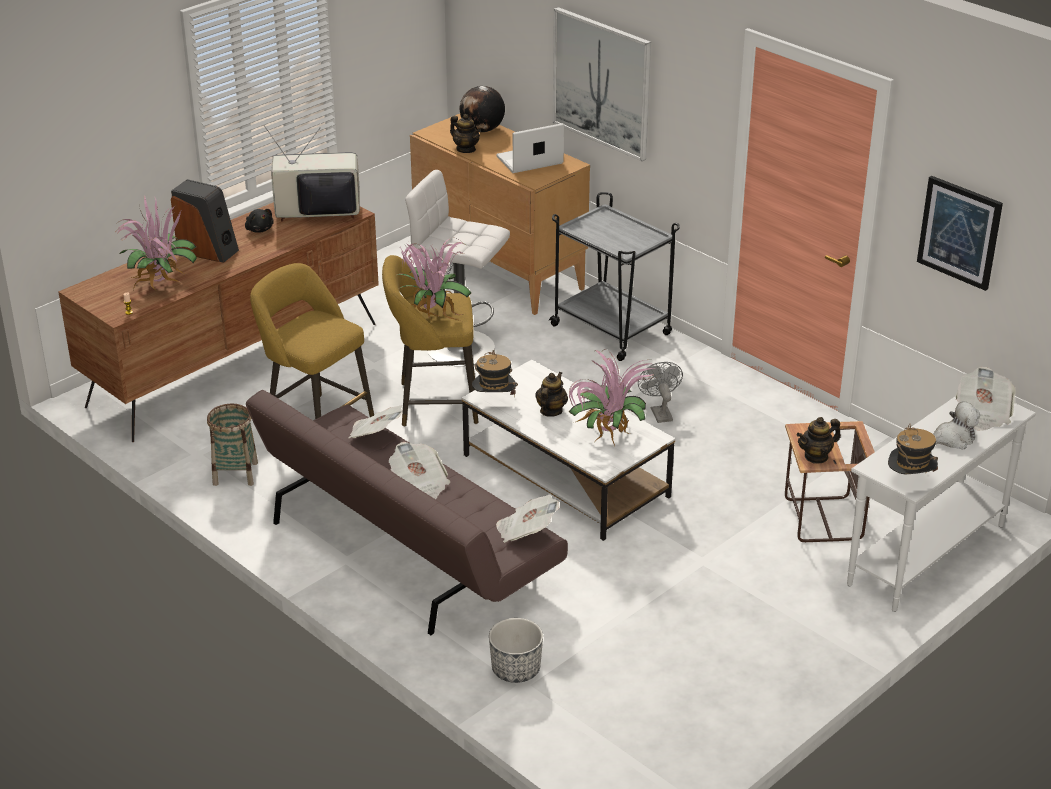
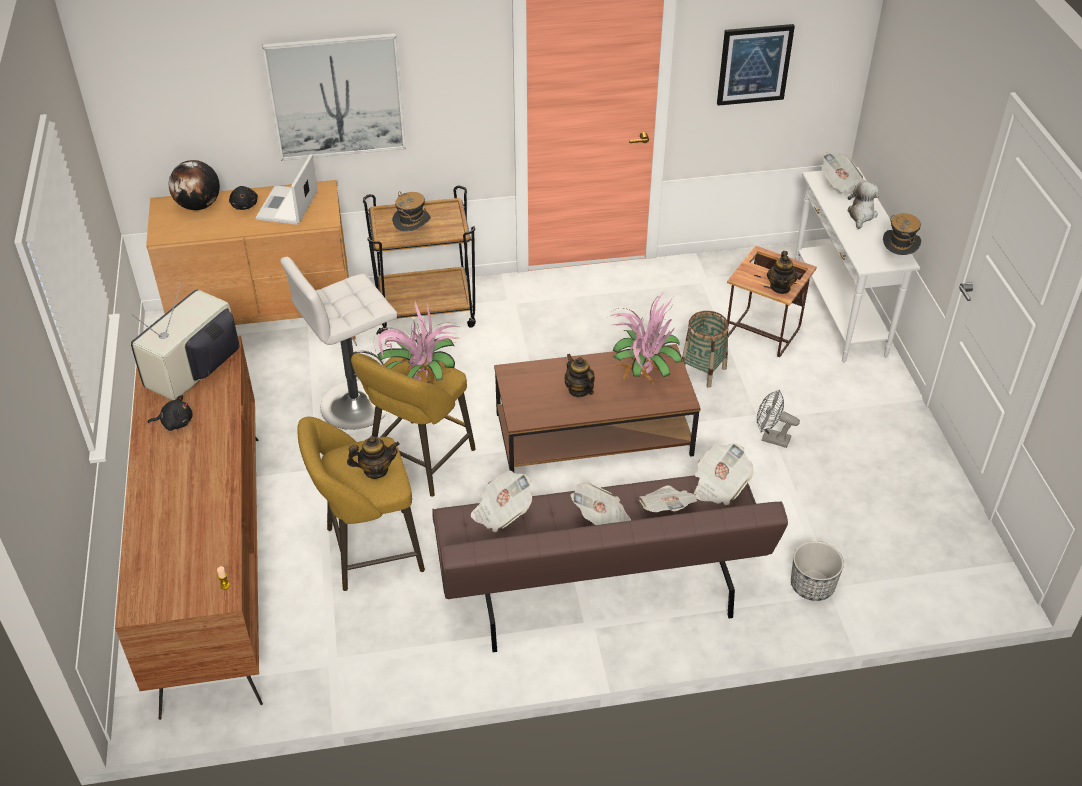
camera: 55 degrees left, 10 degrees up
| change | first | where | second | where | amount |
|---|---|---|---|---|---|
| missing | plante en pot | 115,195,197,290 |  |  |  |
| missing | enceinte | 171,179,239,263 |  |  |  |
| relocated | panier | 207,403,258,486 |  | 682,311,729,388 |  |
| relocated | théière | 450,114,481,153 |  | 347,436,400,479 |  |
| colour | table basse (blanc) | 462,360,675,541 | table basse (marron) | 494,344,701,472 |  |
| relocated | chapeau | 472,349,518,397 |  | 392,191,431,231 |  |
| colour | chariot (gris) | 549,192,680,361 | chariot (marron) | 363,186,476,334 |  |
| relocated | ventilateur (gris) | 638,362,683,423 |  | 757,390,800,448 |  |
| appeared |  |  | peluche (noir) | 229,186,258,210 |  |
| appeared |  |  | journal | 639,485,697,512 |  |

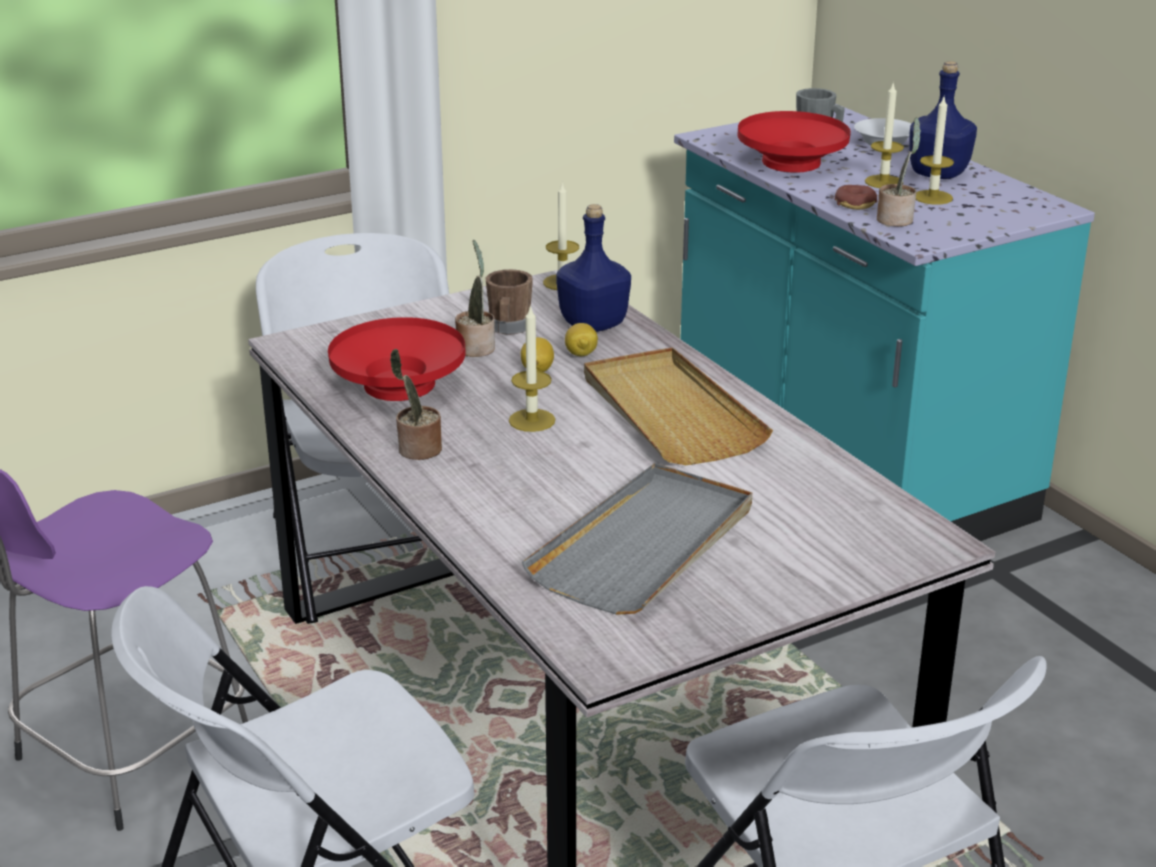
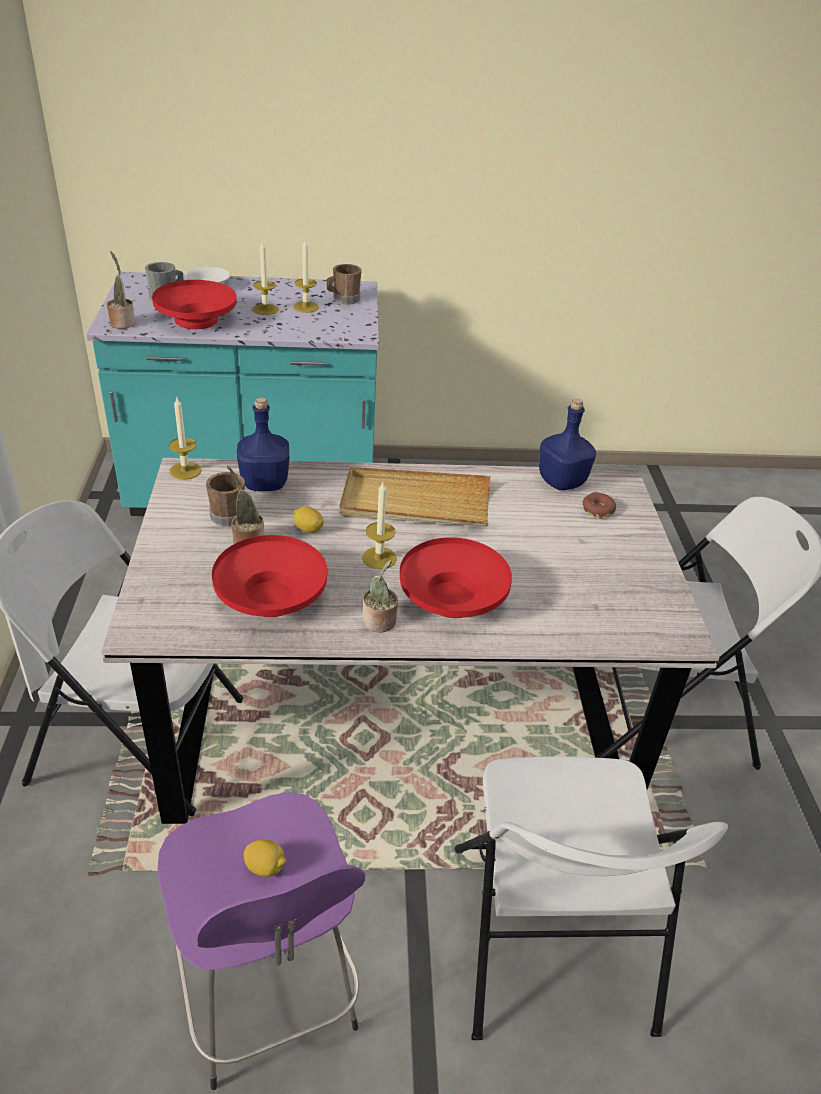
camera: 65 degrees left, 10 degrees up
| change | first | where | second | where | amount |
|---|---|---|---|---|---|
| missing | plateau (gris) | 522,463,752,615 |  |  |  |
| relocated | citron | 565,323,598,356 |  | 244,840,286,877 |  |
| relocated | beignet | 834,185,877,210 |  | 583,492,616,519 |  |
| relocated | plante en pot | 877,117,921,227 |  | 107,251,135,329 |  |
| relocated | bouteille (bleu) | 909,61,977,179 |  | 539,399,596,490 |  |
| appeared |  |  | mug (marron) | 327,264,362,304 |  |
| appeared |  |  | bol (rouge) | 400,537,512,618 |  |

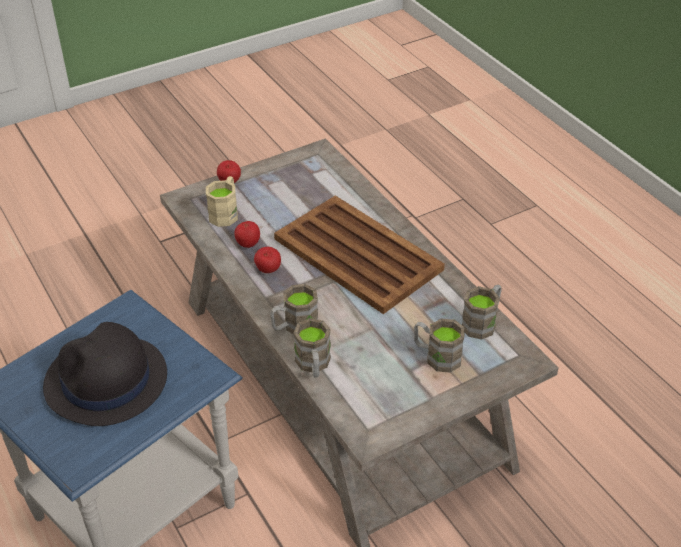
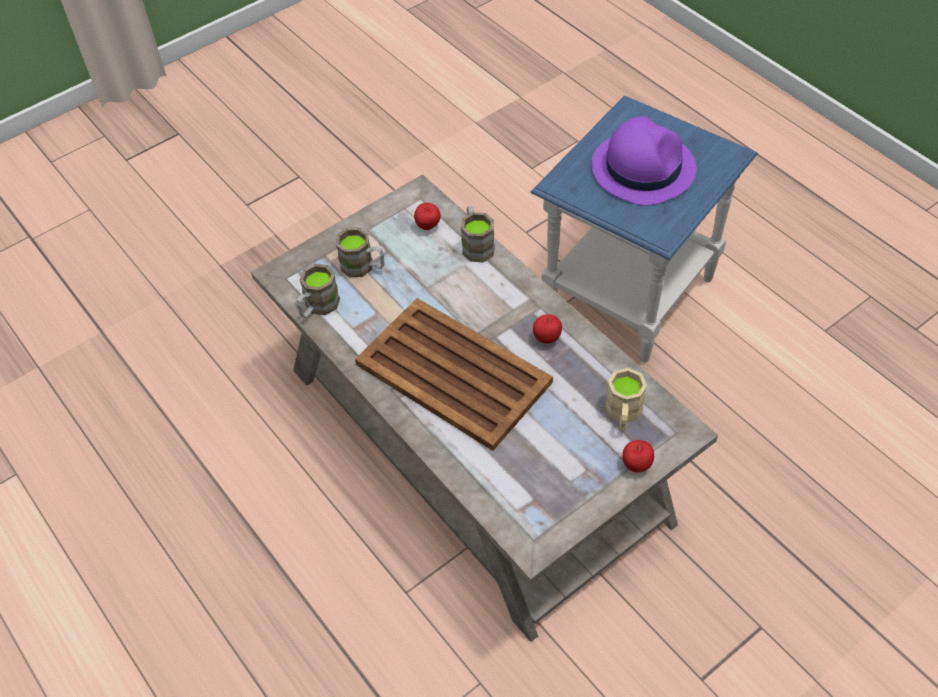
camera: 175 degrees right, 10 degrees up
| change | first | where | second | where | amount |
|---|---|---|---|---|---|
| colour | chapeau (noir) | 43,322,167,426 | chapeau (violet) | 591,116,697,206 |  |
| relocated | pomme | 234,221,260,248 |  | 414,203,441,230 |  |
| missing | mug (marron) | 270,284,318,334 |  |  |  |

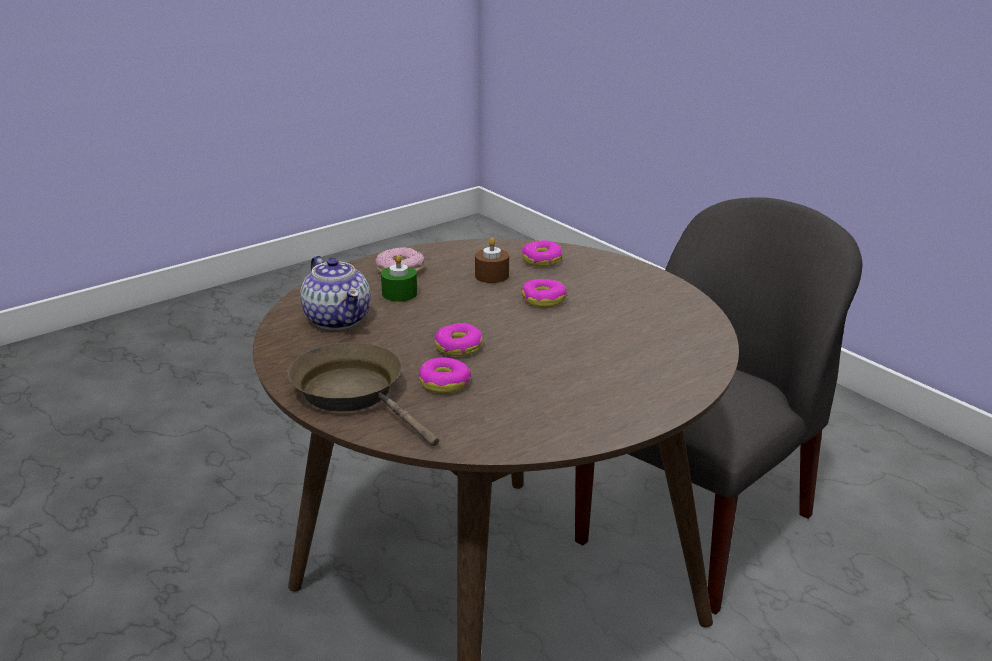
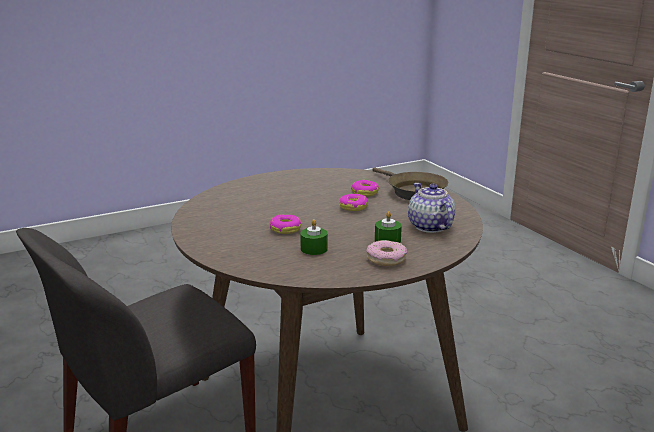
camera: 170 degrees left, 5 degrees down
| change | first | where | second | where | amount |
|---|---|---|---|---|---|
| colour | bougie (marron) | 475,238,509,283 | bougie (vert) | 300,219,328,255 |  |
| missing | beignet | 522,240,562,267 |  |  |  |

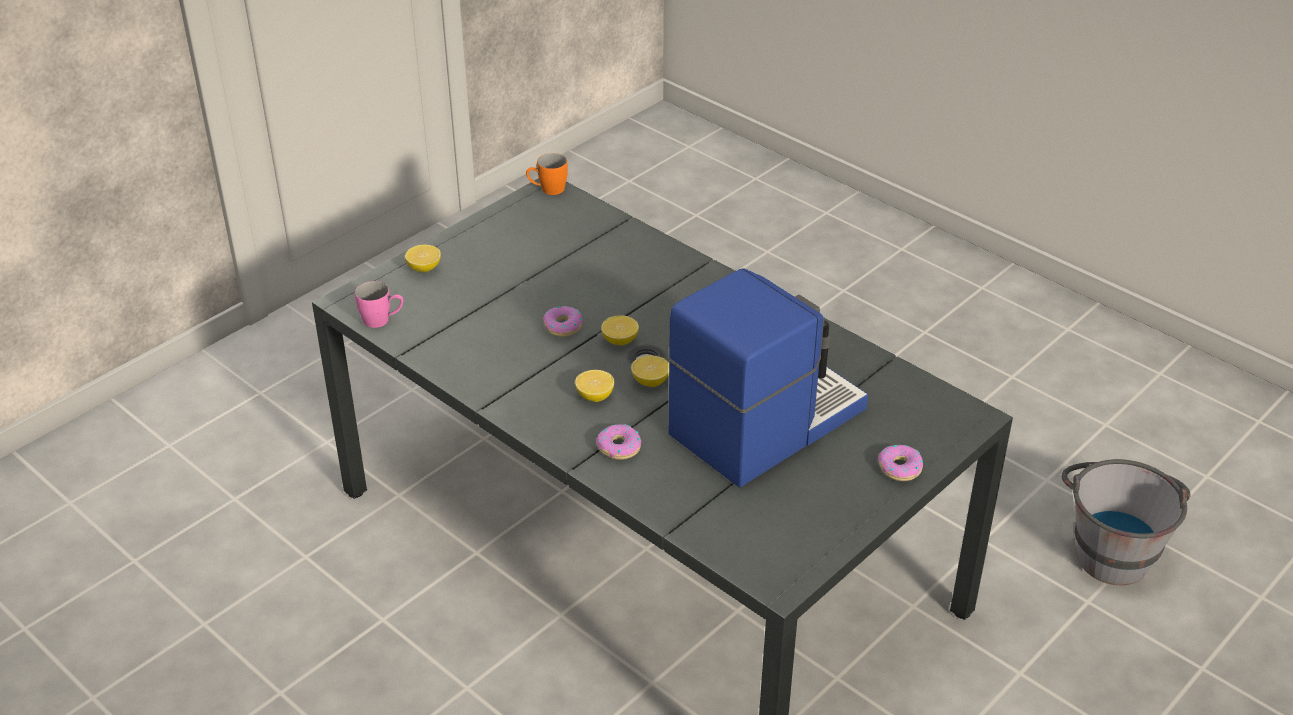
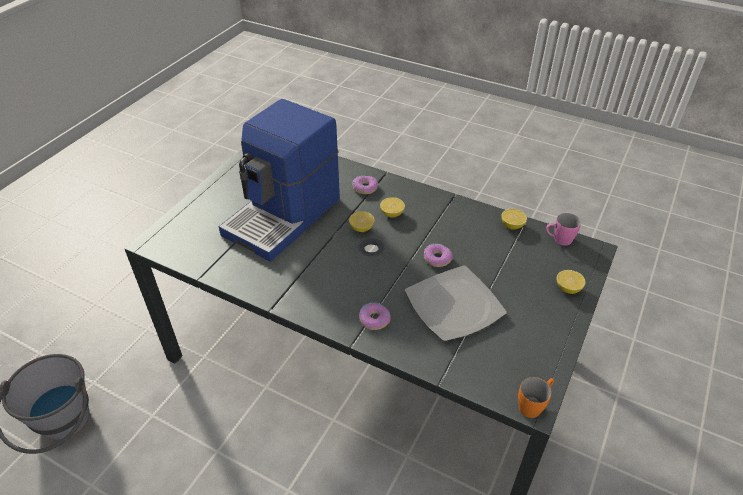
camera: 165 degrees right, 5 degrees up
| change | first | where | second | where | amount |
|---|---|---|---|---|---|
| relocated | citron | 601,315,639,345 |  | 501,209,527,230 |  |
| relocated | beignet | 878,445,923,481 |  | 359,303,391,330 |  |
| appeared |  |  | assiette | 405,265,507,342 |  |

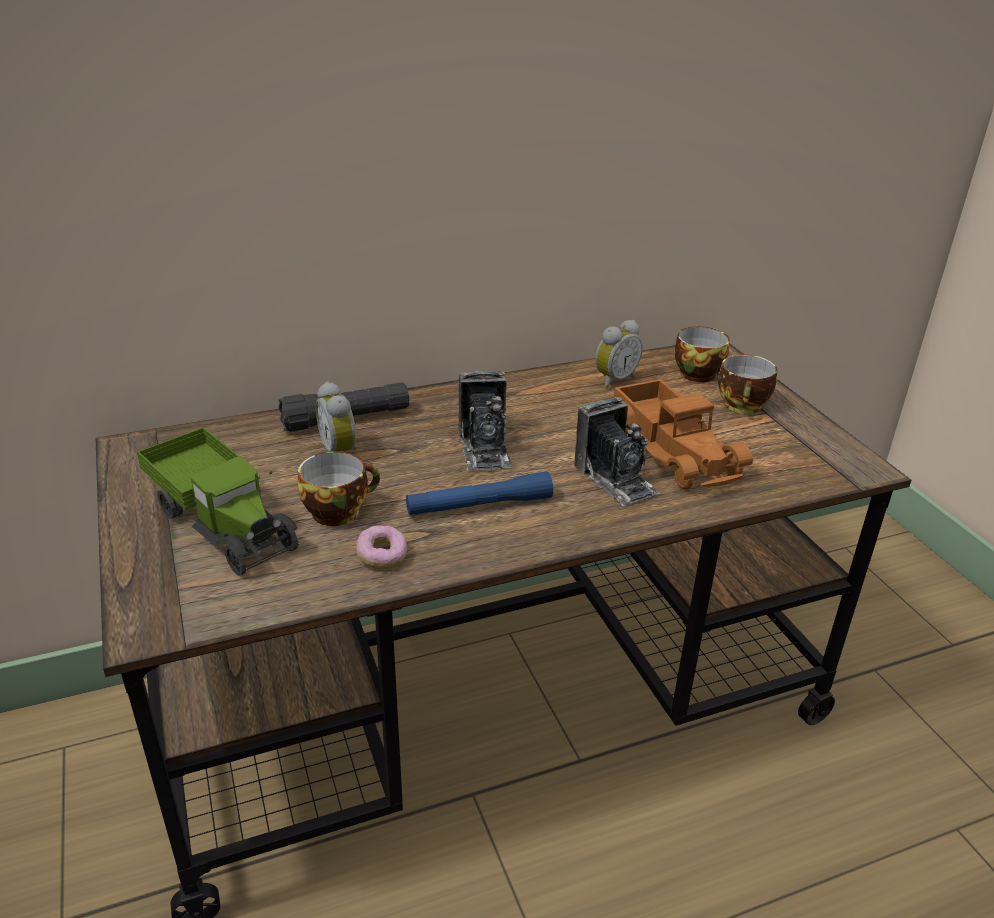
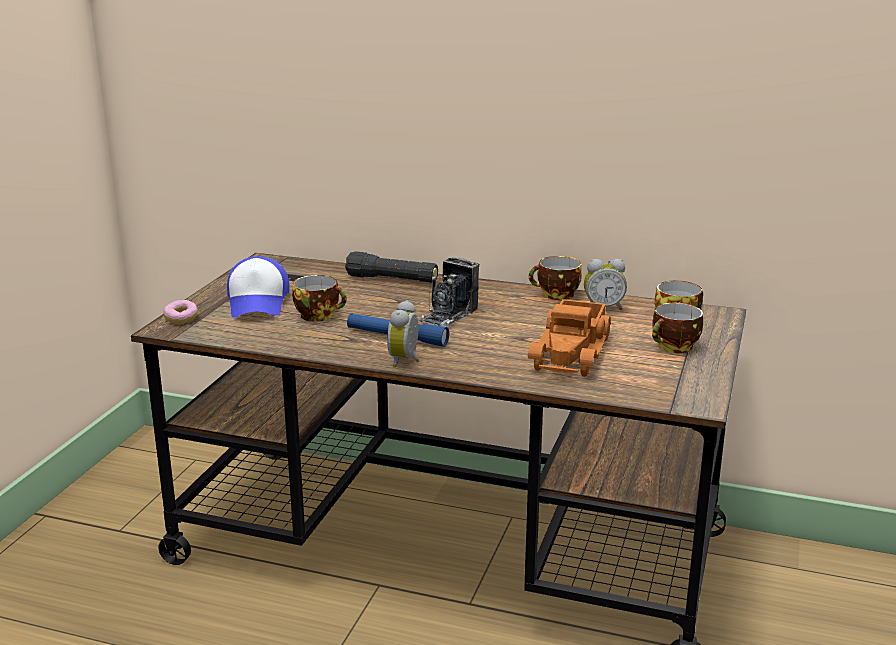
camera: 40 degrees right, 10 degrees down
| change | first | where | second | where | amount |
|---|---|---|---|---|---|
| exchanged | camion jouet | 137,427,299,576 | casquette | 227,256,290,318 |  |
| relocated | réveil | 316,382,357,452 |  | 387,300,419,368 |  |
| relocated | beignet | 356,526,407,569 |  | 164,300,198,324 |  |
| missing | appareil photo | 574,397,660,506 |  |  |  |
| appeared |  |  | tasse | 529,256,582,300 |  |

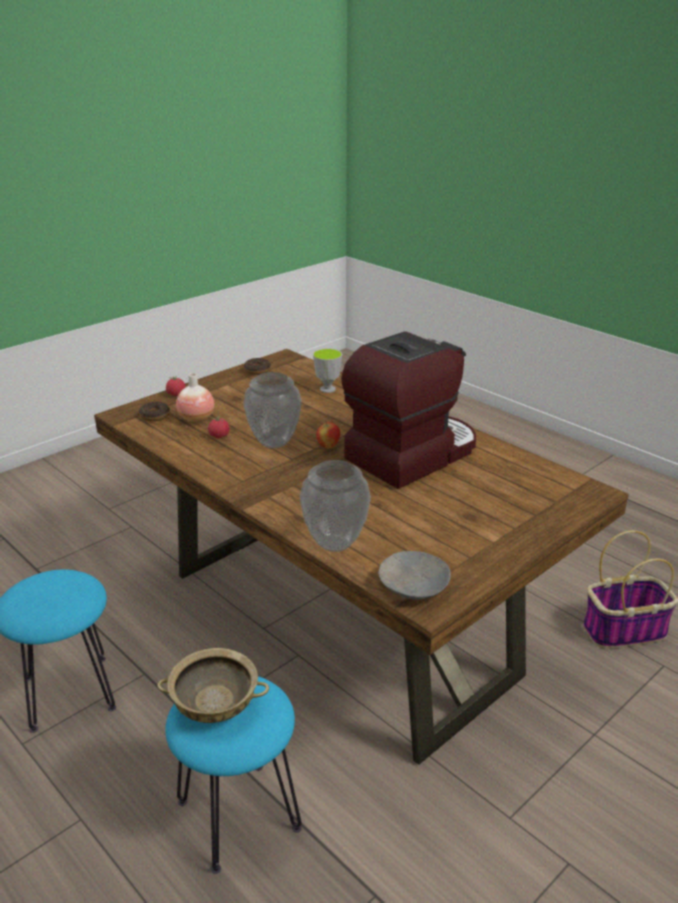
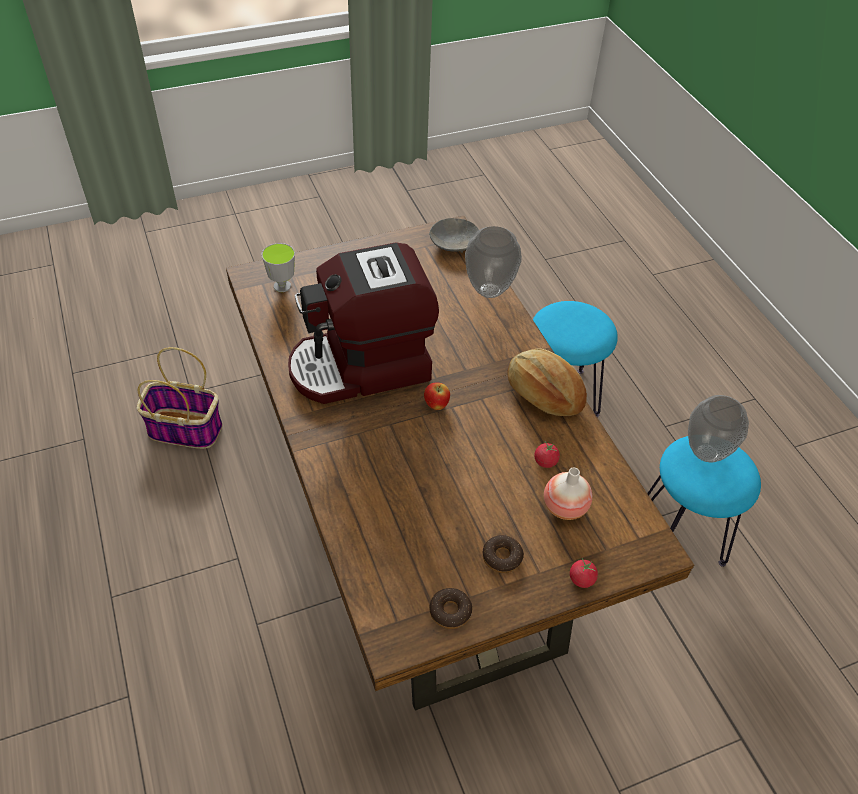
camera: 160 degrees left, 20 degrees up
| change | first | where | second | where | amount |
|---|---|---|---|---|---|
| relocated | beignet | 139,402,170,421 |  | 482,535,524,573 |  |
| missing | bol (beige) | 157,648,269,723 |  |  |  |
| relocated | vase | 244,372,302,448 |  | 688,395,749,462 |  |
| relocated | tasse | 313,348,342,393 |  | 262,243,295,292 |  |
| appeared |  |  | pain | 507,349,587,416 |  |

